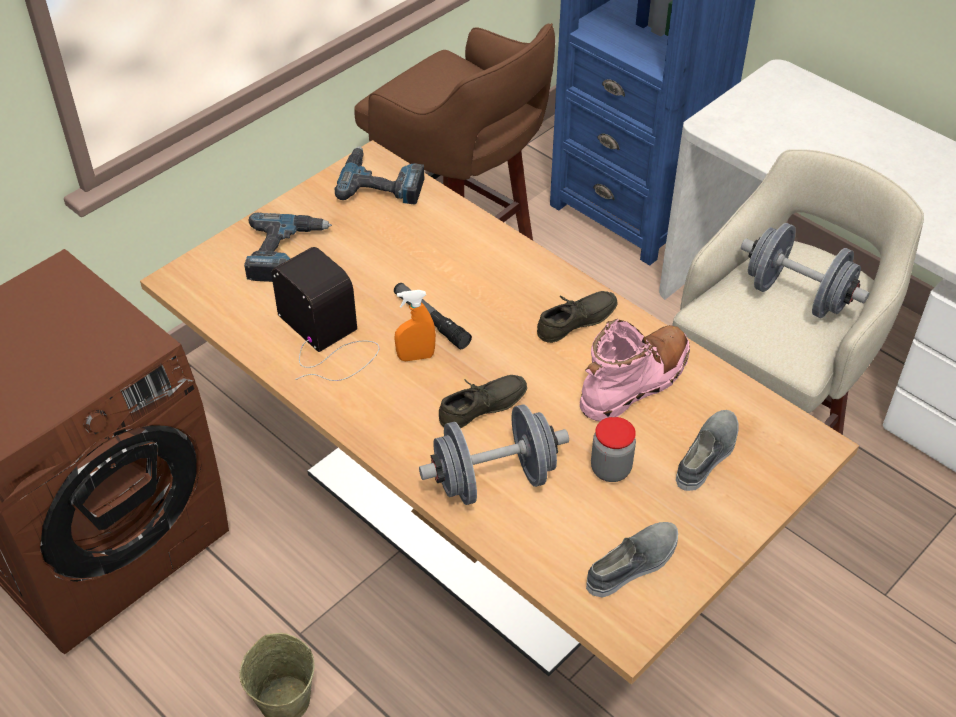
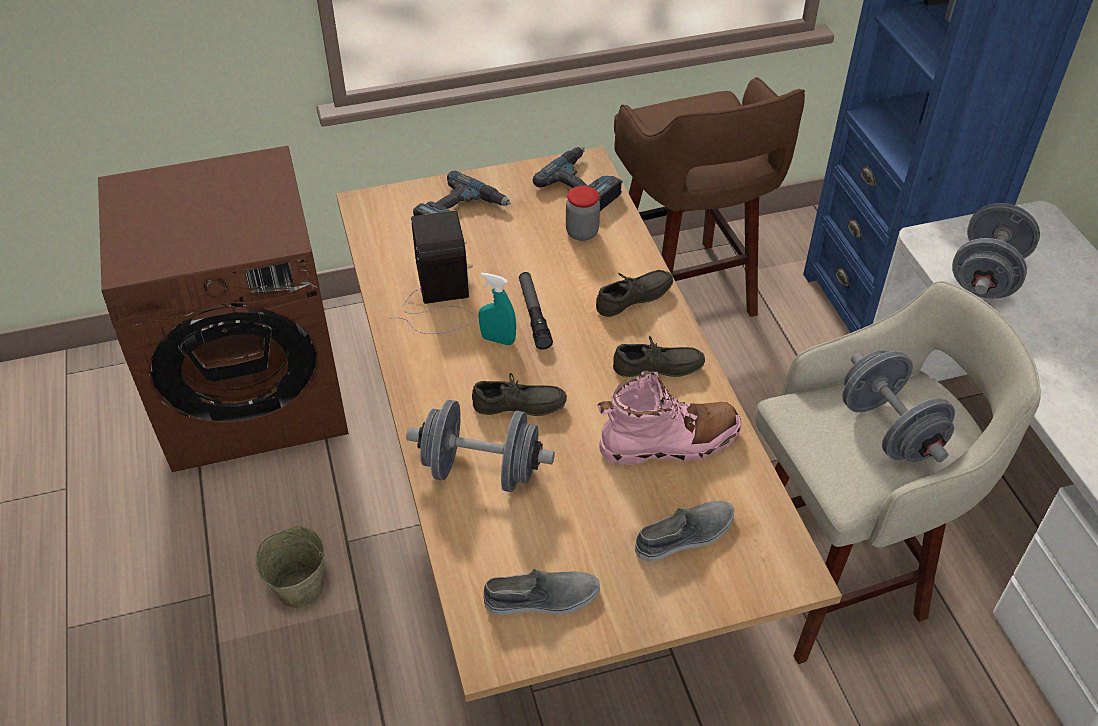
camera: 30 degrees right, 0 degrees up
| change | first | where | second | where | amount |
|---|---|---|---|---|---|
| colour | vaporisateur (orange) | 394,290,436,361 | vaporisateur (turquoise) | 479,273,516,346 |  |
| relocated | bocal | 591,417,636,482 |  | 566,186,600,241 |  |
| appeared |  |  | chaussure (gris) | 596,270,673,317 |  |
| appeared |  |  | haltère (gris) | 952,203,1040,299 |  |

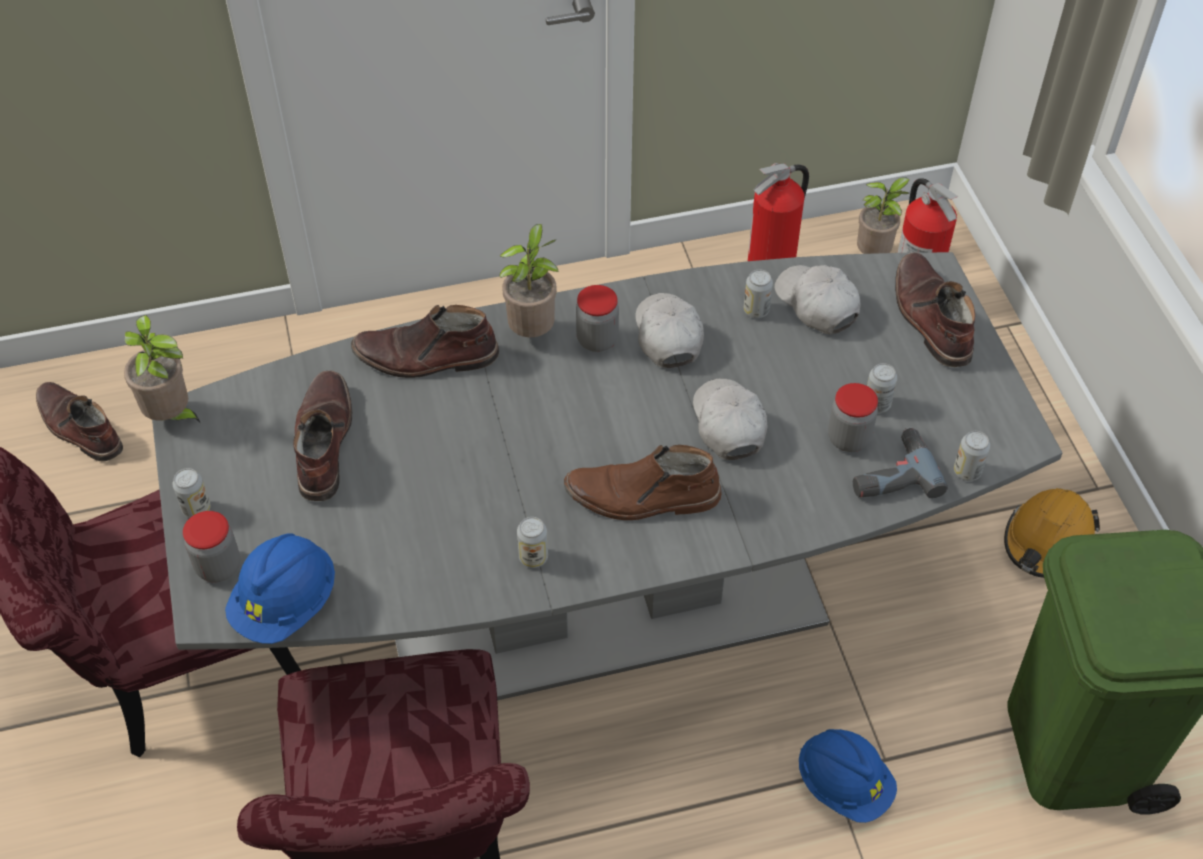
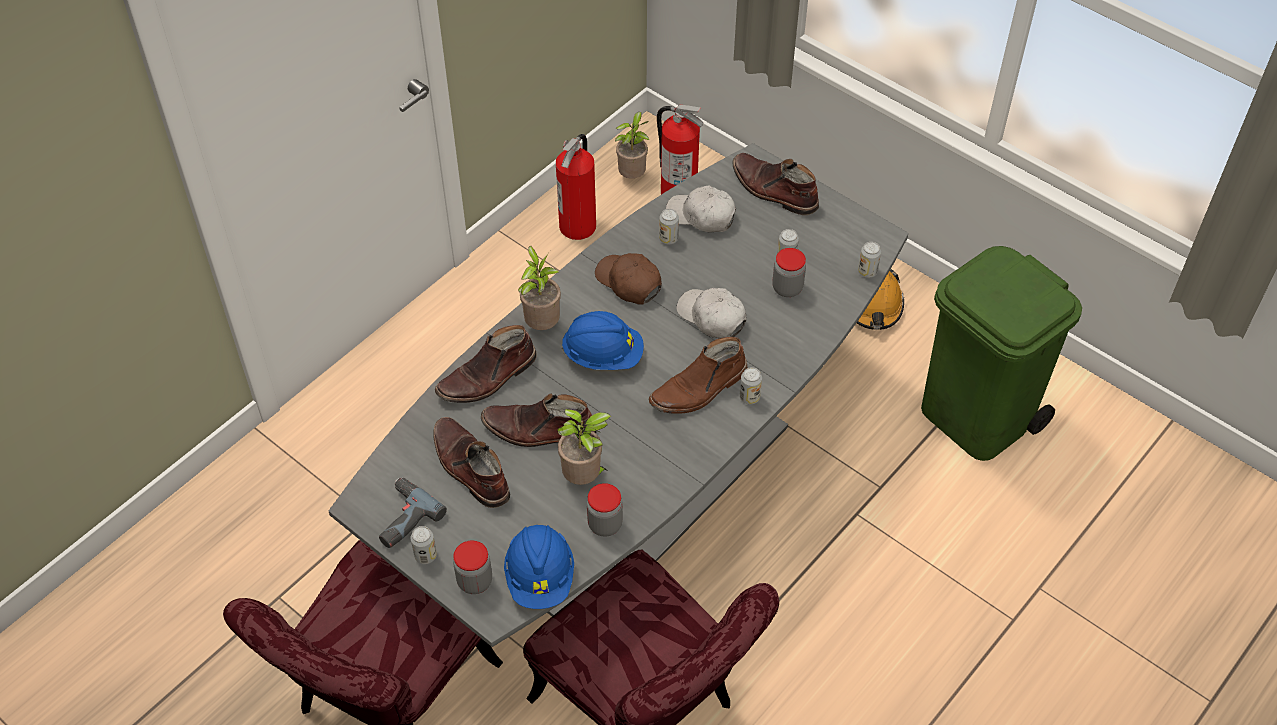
camera: 35 degrees left, 0 degrees up
| change | first | where | second | where | amount |
|---|---|---|---|---|---|
| relocated | botte (marron) | 36,382,123,462 |  | 481,393,596,447 |  |
| relocated | plante en pot | 124,315,201,424 |  | 557,409,611,485 |  |
| relocated | boîte métallique | 517,517,548,568 |  | 739,367,762,404 |  |
| relocated | bocal | 576,285,619,352 |  | 587,483,623,536 |  |
| colour | casquette (blanc) | 635,293,704,368 | casquette (marron) | 595,253,662,304 |  |
| relocated | casque de chantier (bleu) | 799,729,897,823 |  | 561,311,644,370 |  |
| relocated | perceuse | 853,427,948,498 |  | 379,478,447,548 |  |

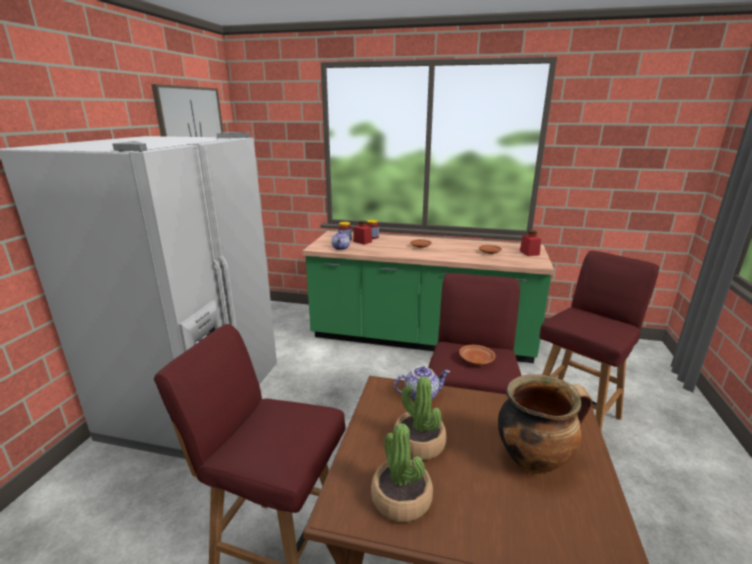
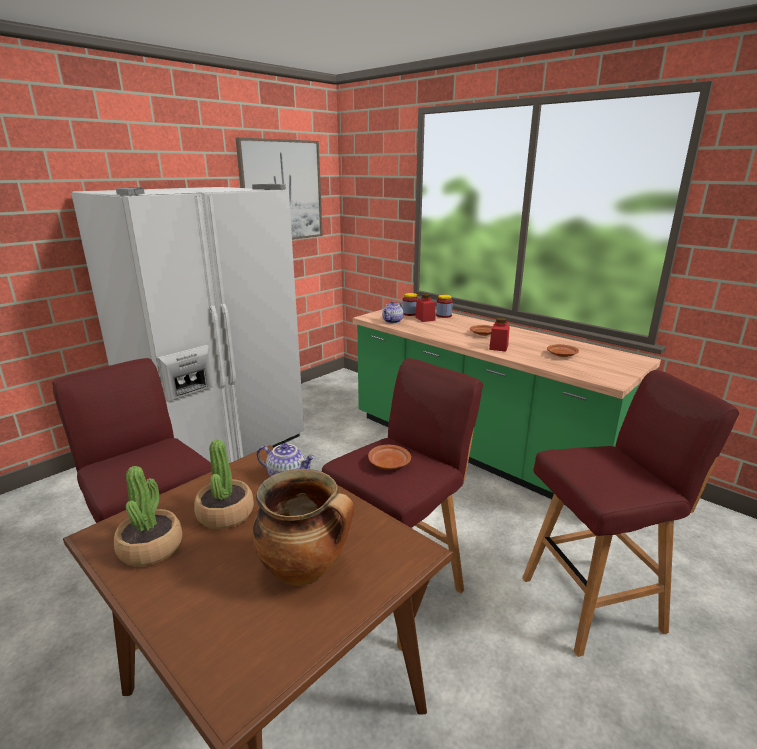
camera: 30 degrees right, 0 degrees up
| change | first | where | second | where | amount |
|---|---|---|---|---|---|
| relocated | bocal (rouge) | 520,230,541,256 |  | 489,318,510,352 |  |

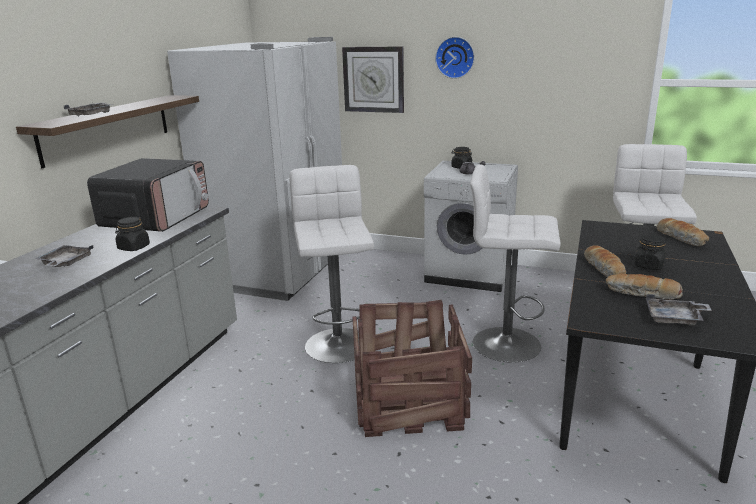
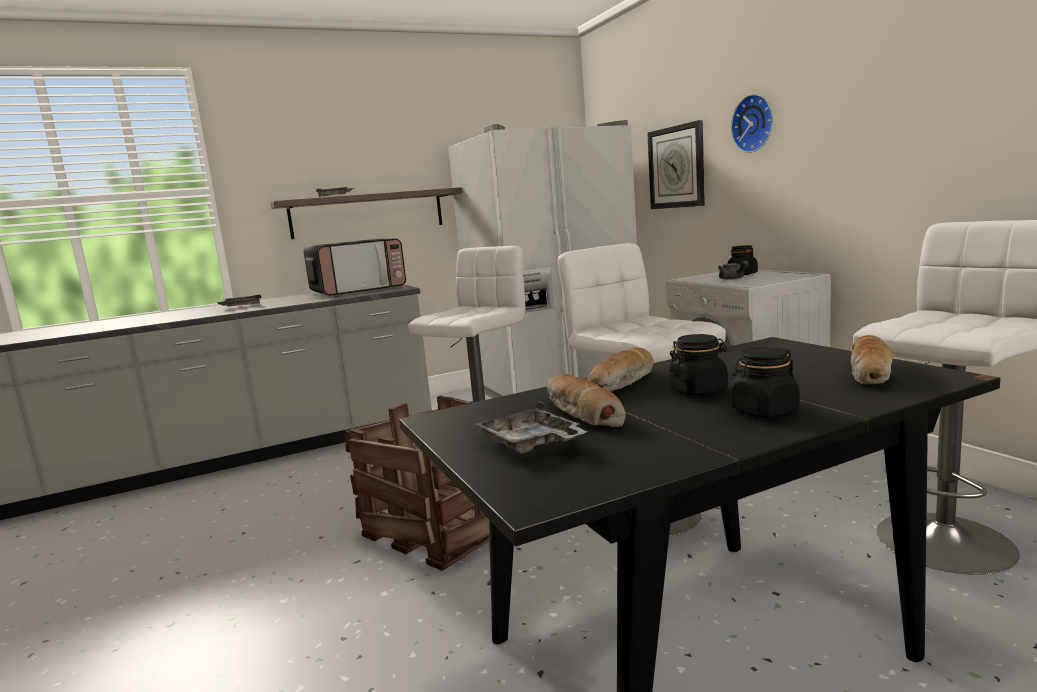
camera: 45 degrees right, 10 degrees down
| change | first | where | second | where | amount |
|---|---|---|---|---|---|
| relocated | bocal (noir) | 115,216,150,251 |  | 731,347,800,418 |  |

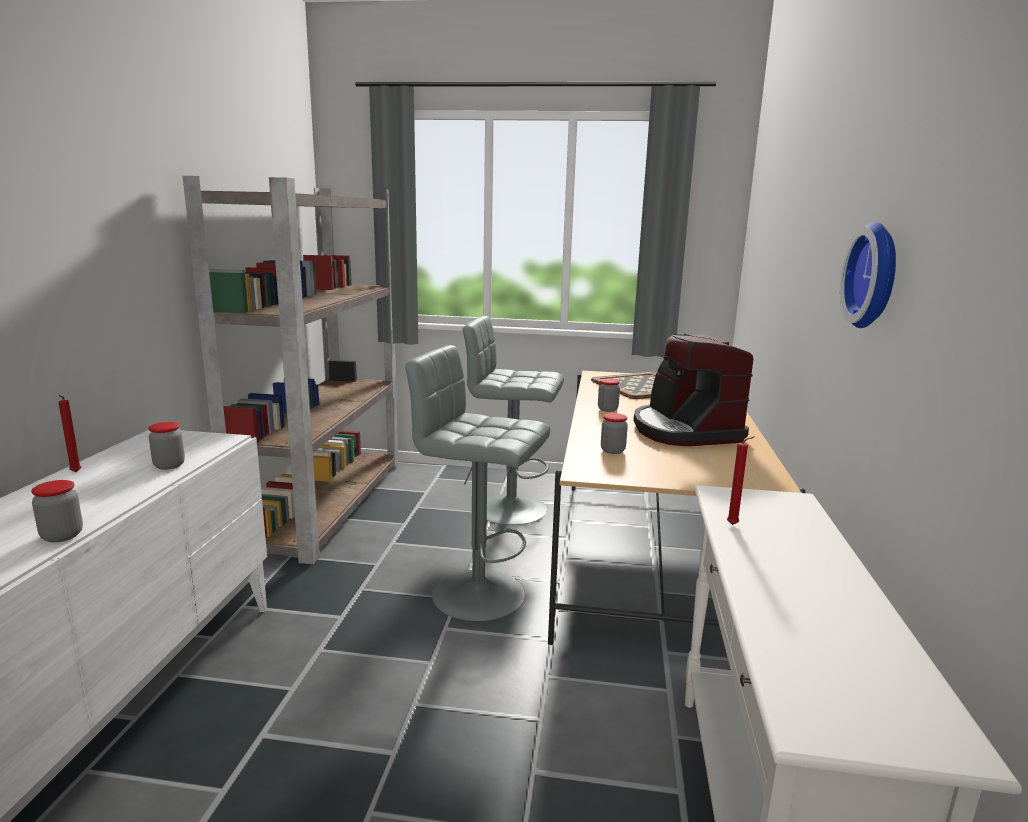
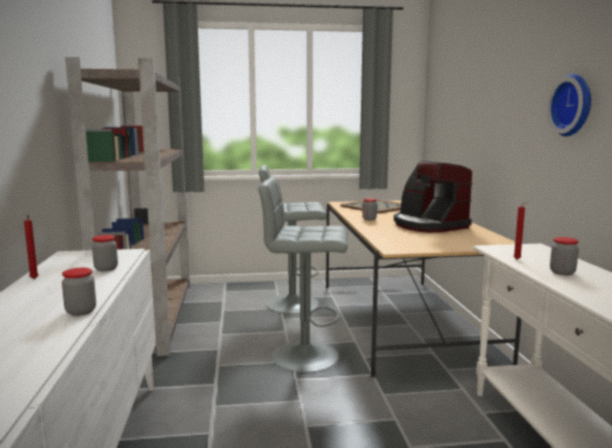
camera: 15 degrees left, 5 degrees down
| change | first | where | second | where | amount |
|---|---|---|---|---|---|
| relocated | bocal | 601,413,628,454 |  | 550,237,579,275 |  |

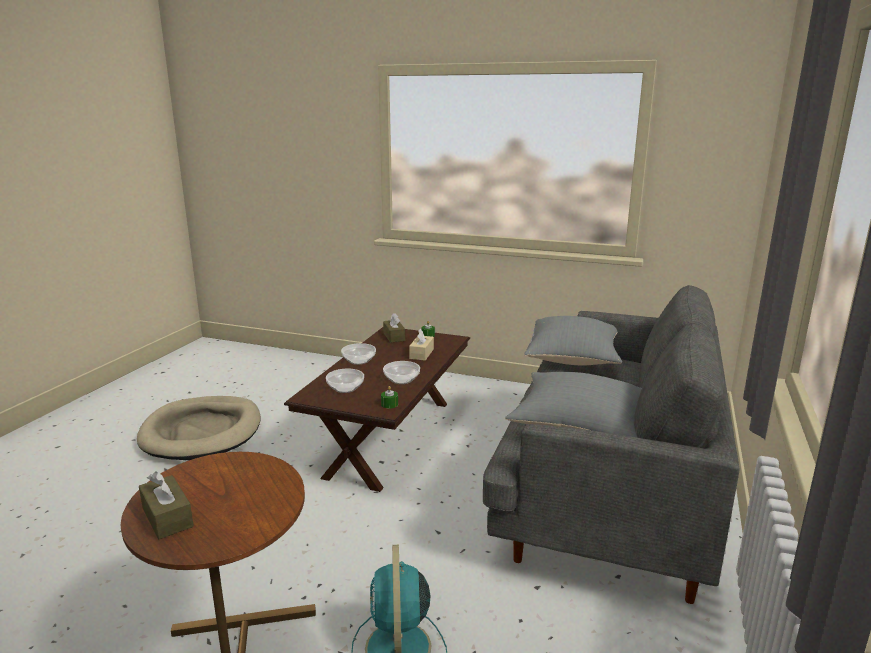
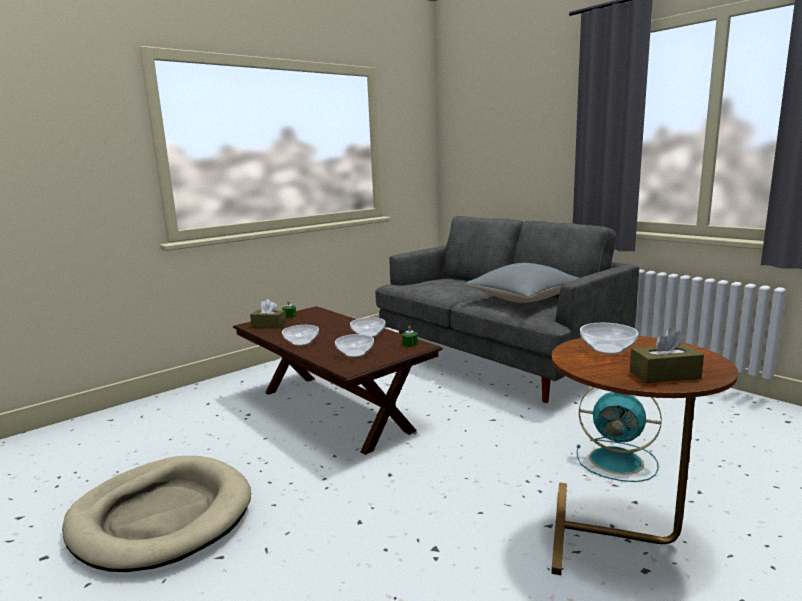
camera: 60 degrees left, 5 degrees down
| change | first | where | second | where | amount |
|---|---|---|---|---|---|
| missing | boîte à mouchoirs (beige) | 409,328,434,360 |  |  |  |
| missing | coussin (gris) | 524,316,622,365 |  |  |  |
| appeared |  |  | bol | 580,323,639,354 |  |

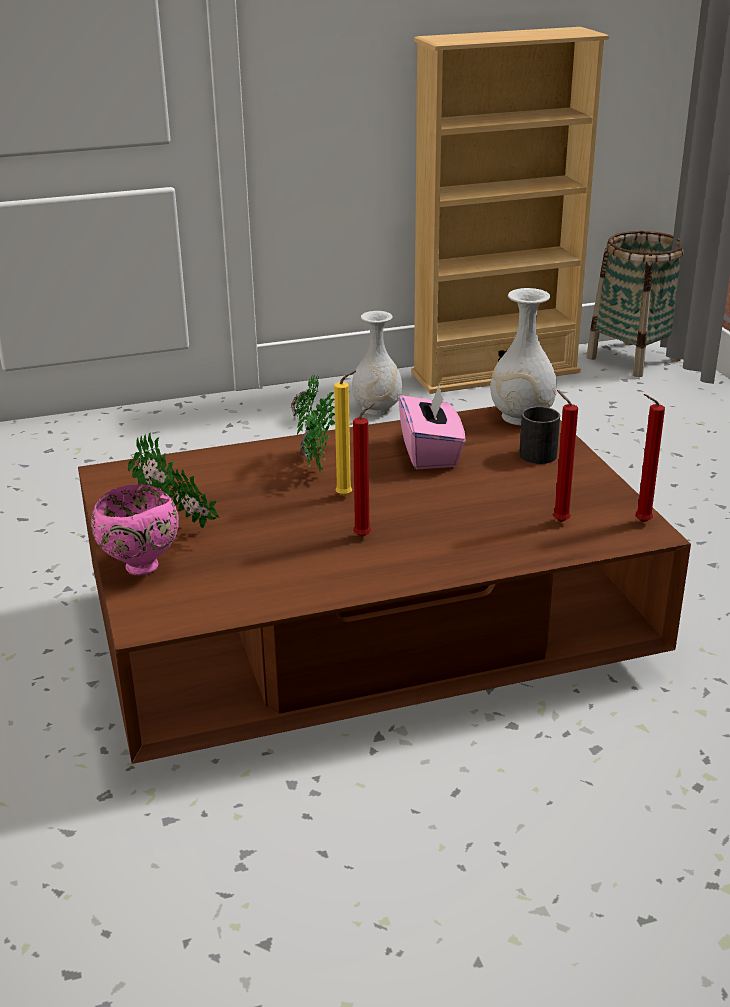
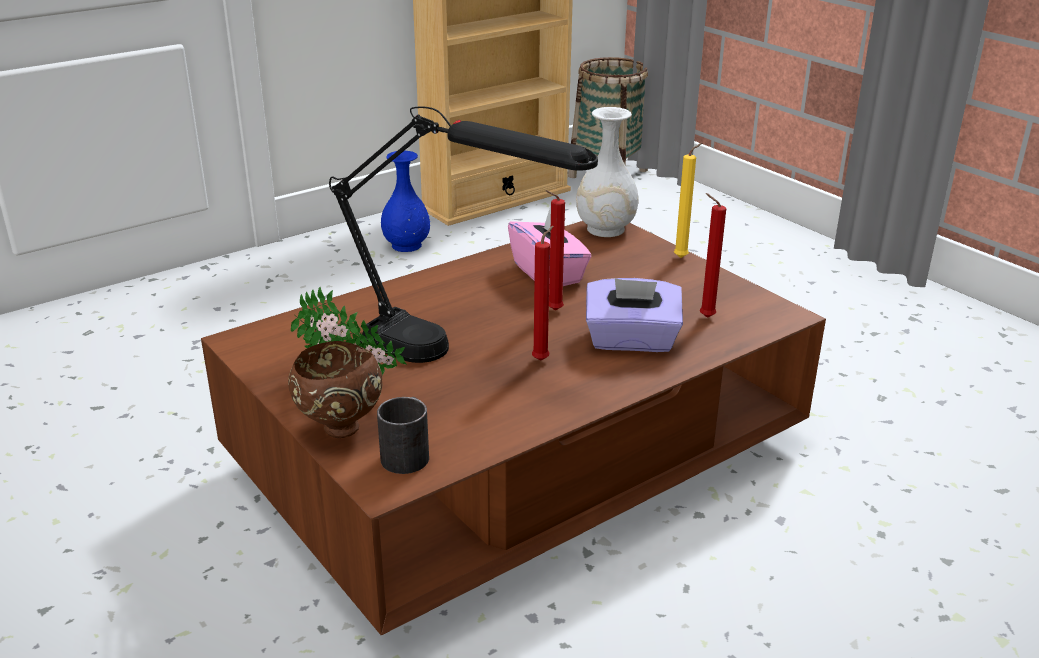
camera: 20 degrees left, 0 degrees up
| change | first | where | second | where | amount |
|---|---|---|---|---|---|
| colour | bol (rose) | 91,484,179,576 | bol (marron) | 288,341,382,438 |  |
| missing | plante en pot | 291,374,335,474 |  |  |  |
| relocated | bougie (jaune) | 334,371,356,496 |  | 674,143,702,258 |  |
| colour | vase (blanc) | 352,311,402,415 | vase (bleu) | 381,151,430,252 |  |
| relocated | mug (noir) | 519,406,560,464 |  | 377,397,429,474 |  |
| relocated | bougie (rouge) | 635,394,665,522 |  | 546,190,565,311 |  |
| appeared |  |  | lampe de table (noir) | 329,106,598,363 |  |
| appeared |  |  | boîte à mouchoirs (violet) | 586,278,683,352 |  |

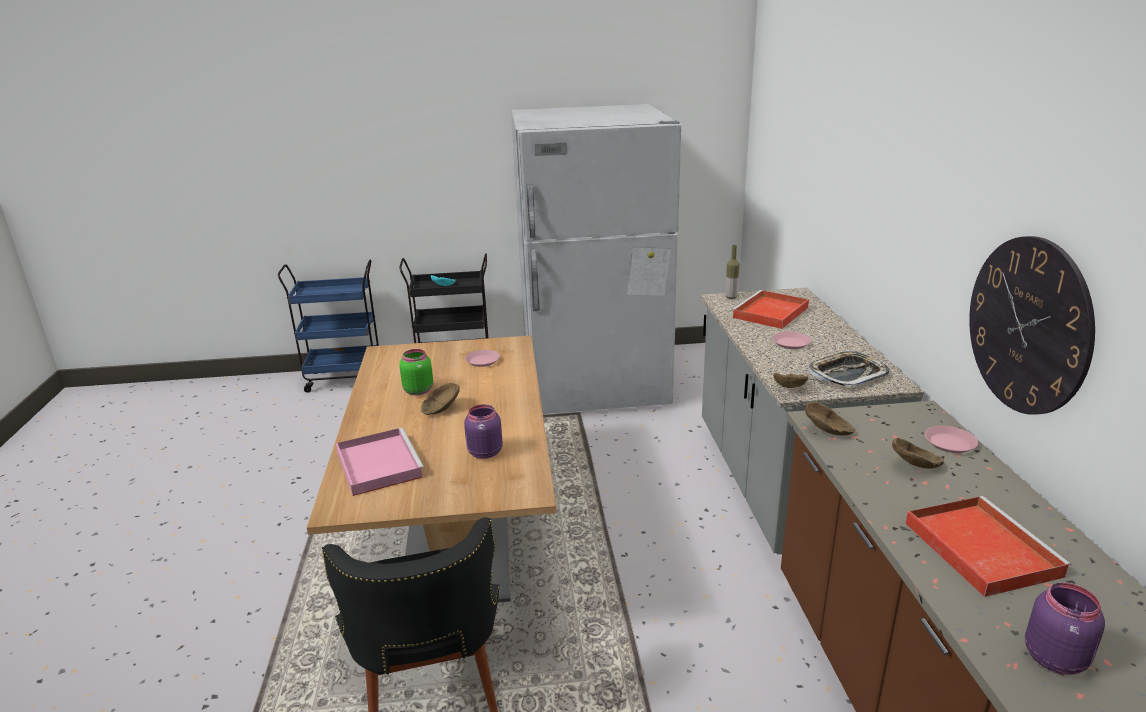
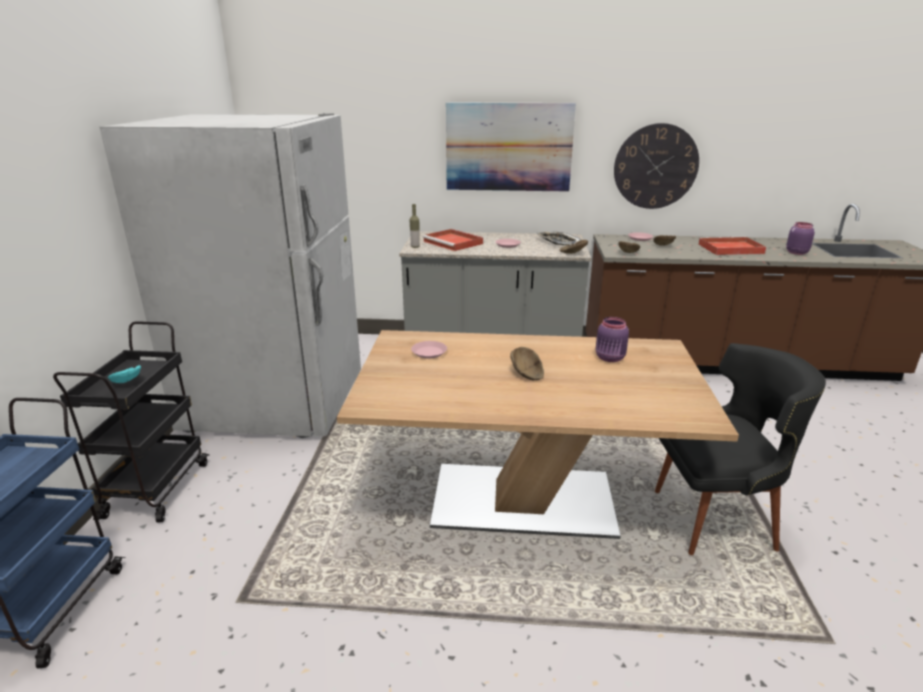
camera: 80 degrees left, 0 degrees up
| change | first | where | second | where | amount |
|---|---|---|---|---|---|
| missing | plateau (rose) | 336,428,425,496 |  |  |  |
| missing | bocal (vert) | 399,349,433,395 |  |  |  |
| appeared |  |  | tableau | 446,102,576,192 |  |

